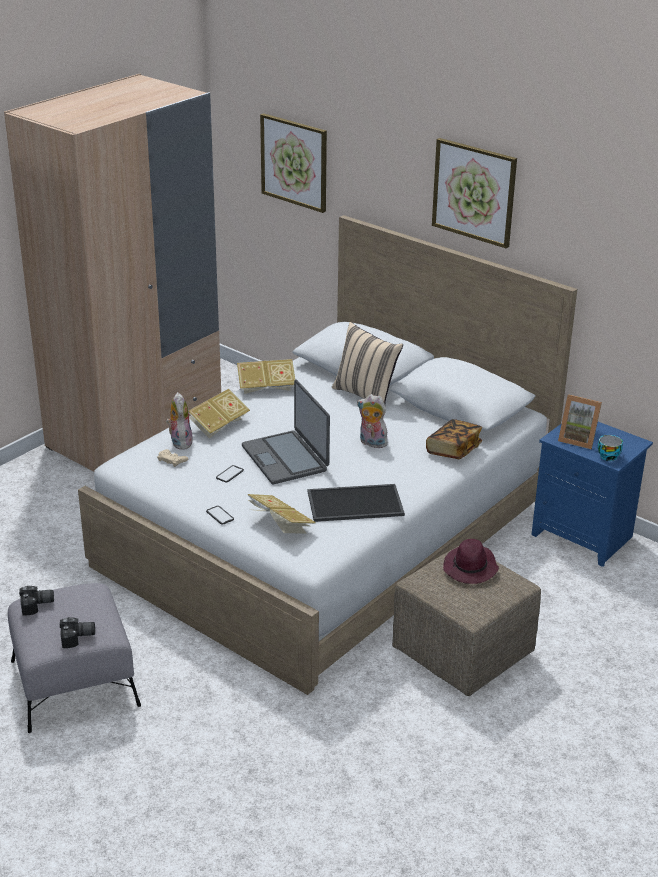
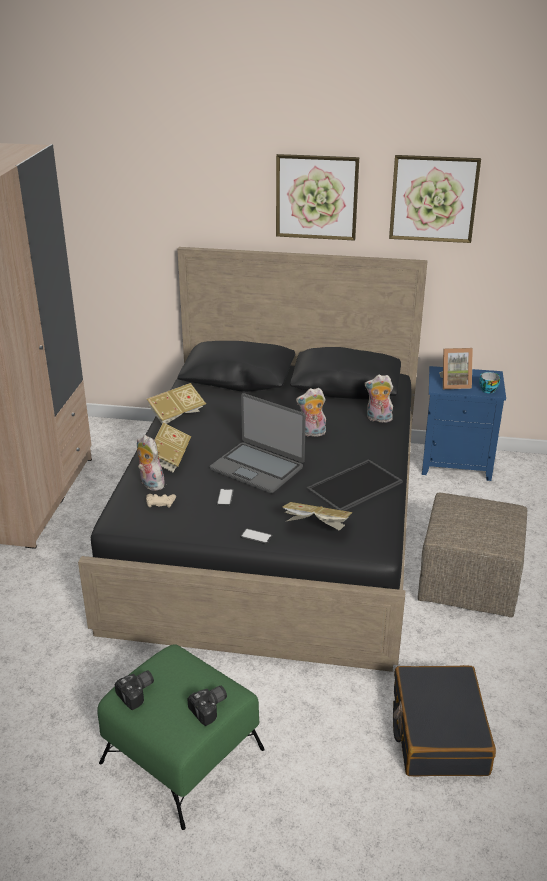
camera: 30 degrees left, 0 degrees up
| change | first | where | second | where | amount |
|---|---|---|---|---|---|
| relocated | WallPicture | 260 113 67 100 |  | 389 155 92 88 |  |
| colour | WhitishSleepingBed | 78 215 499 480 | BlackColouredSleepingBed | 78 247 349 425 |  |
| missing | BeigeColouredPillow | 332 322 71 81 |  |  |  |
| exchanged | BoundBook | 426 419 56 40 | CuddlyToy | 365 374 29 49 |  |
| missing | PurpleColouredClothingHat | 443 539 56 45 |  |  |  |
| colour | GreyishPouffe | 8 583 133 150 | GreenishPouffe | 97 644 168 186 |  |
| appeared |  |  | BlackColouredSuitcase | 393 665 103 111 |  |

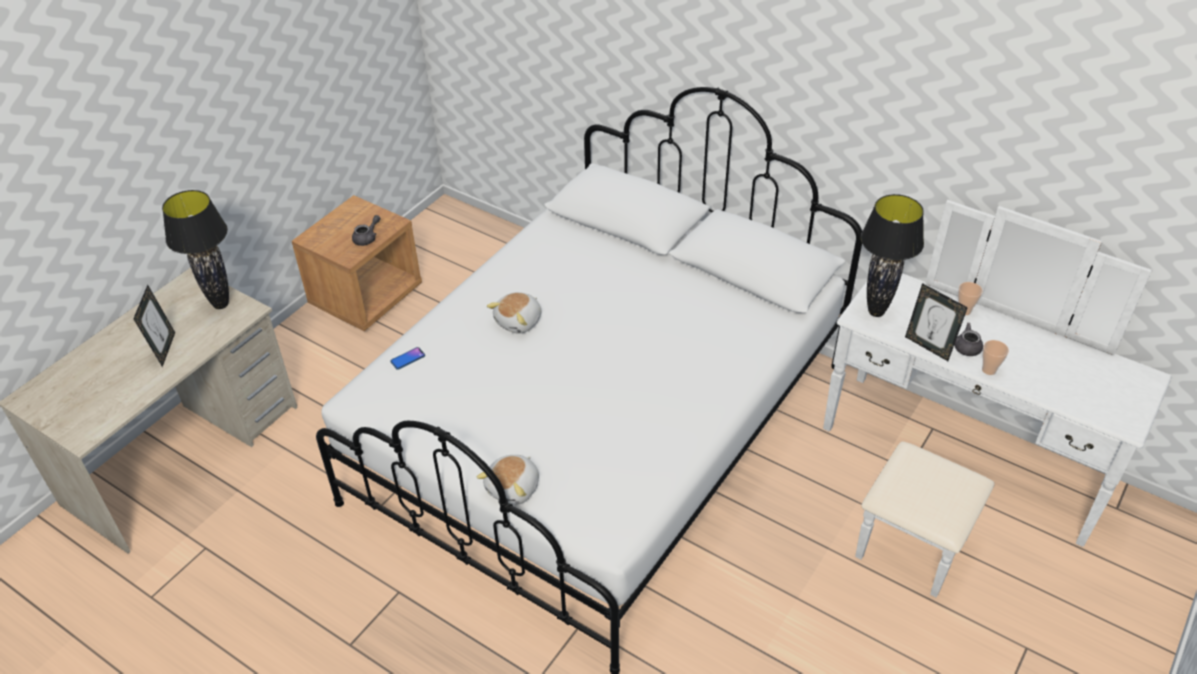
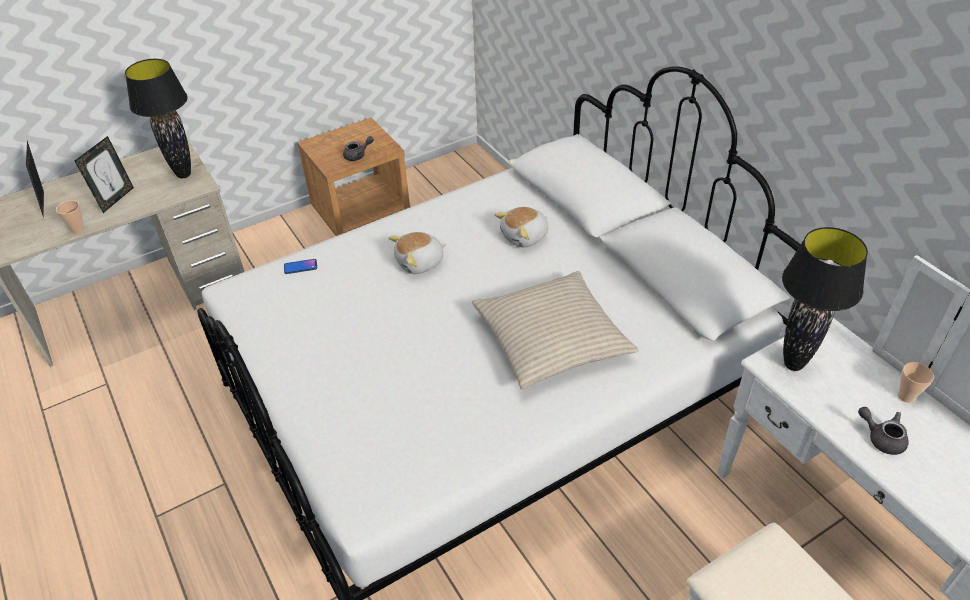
camera: 25 degrees right, 0 degrees up
| change | first | where | second | where | amount |
|---|---|---|---|---|---|
| relocated | PictureFrame | 905 283 63 78 |  | 26 141 18 74 |  |
| relocated | SmallCup | 982 340 27 35 |  | 56 201 29 32 |  |
| relocated | CuddlyToy | 477 455 62 50 |  | 495 207 53 41 |  |
| appeared |  |  | BeigeColouredPillow | 472 271 167 118 |  |

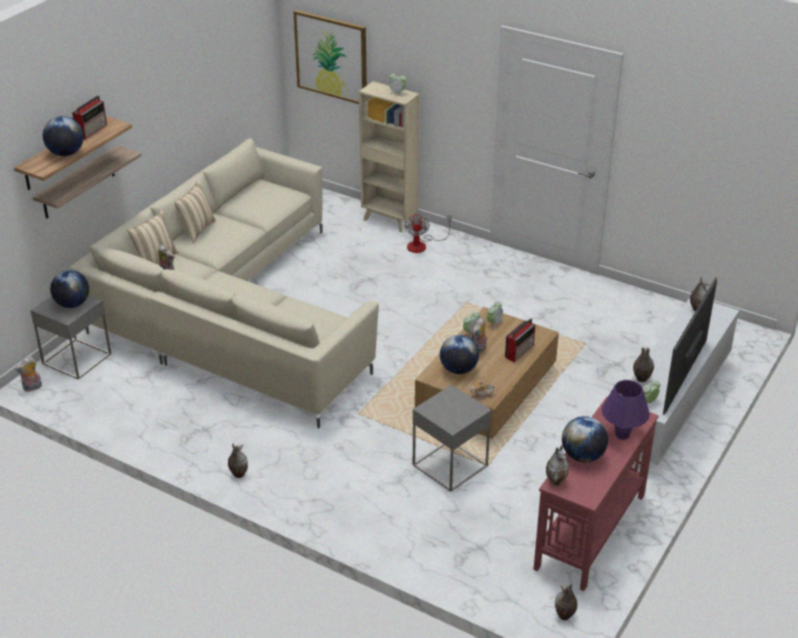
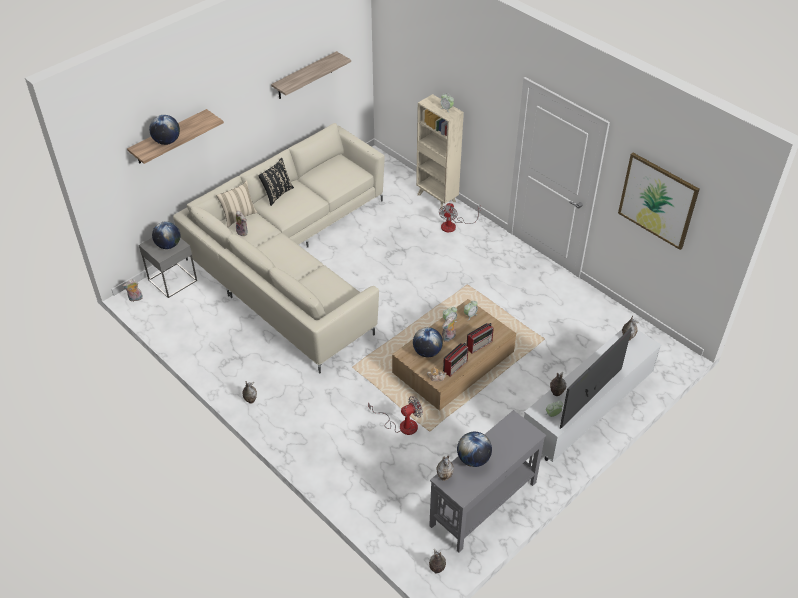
camera: 15 degrees right, 10 degrees up
| change | first | where | second | where | amount |
|---|---|---|---|---|---|
| relocated | WallPicture | 293 10 74 94 |  | 618 153 81 97 |  |
| relocated | RadioReceiver | 72 95 35 45 |  | 443 343 25 33 |  |
| relocated | BracketShelf | 33 145 108 74 |  | 271 51 80 48 |  |
| colour | BeigeColouredPillow | 174 180 42 64 | BlackColouredPillow | 258 158 36 48 |  |
| missing | PurpleColouredTableLamp | 601 380 49 60 |  |  |  |
| exchanged | GreyishAccentTable | 413 385 79 107 | ElectricFan | 368 396 55 39 |  |
| colour | ReddishConsoleTable | 533 397 126 194 | GreyishConsoleTable | 429 410 117 142 |  |

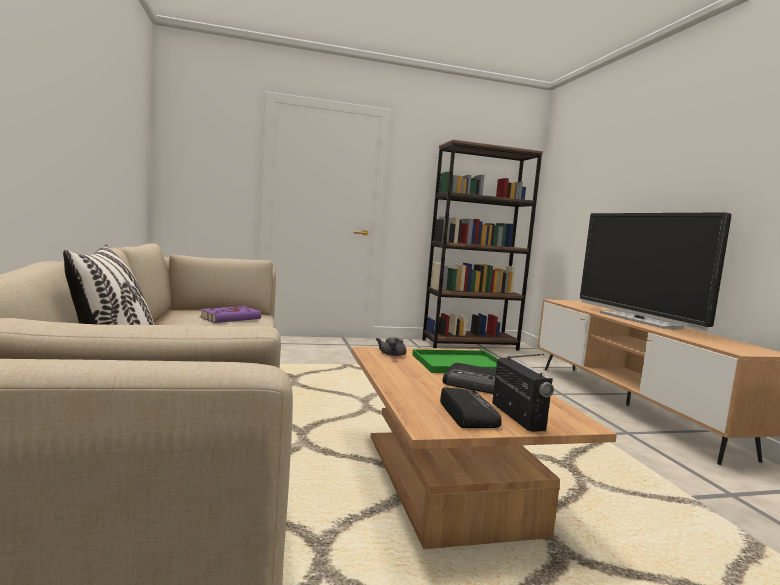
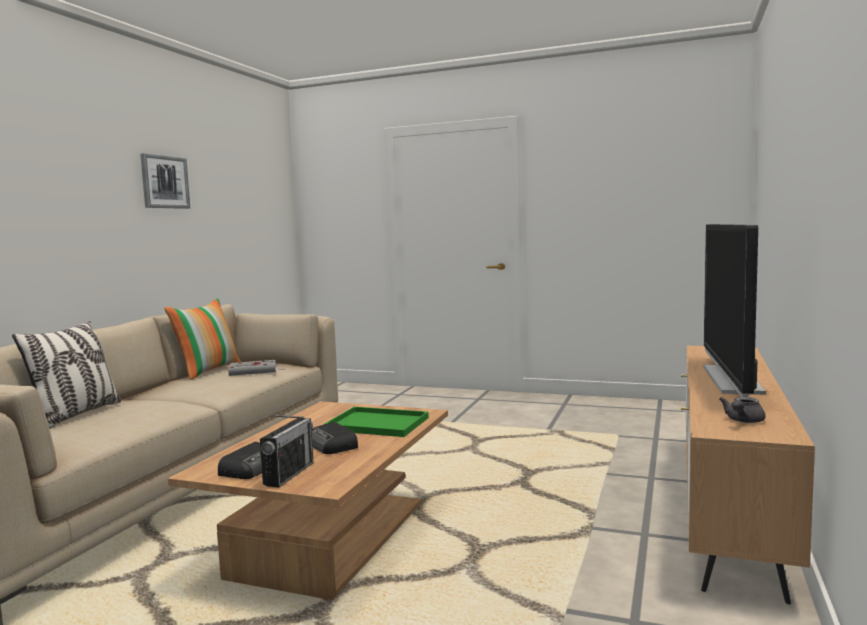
camera: 35 degrees right, 0 degrees up
| change | first | where | second | where | amount |
|---|---|---|---|---|---|
| missing | BrownishShelvingUnit | 422 140 121 211 |  |  |  |
| colour | PurpleColouredBoundBook | 200 306 61 17 | GreyishBoundBook | 228 360 57 16 |  |
| relocated | GreyishPotForTea | 376 337 31 19 |  | 719 397 47 26 |  |
| appeared |  |  | WallPicture | 140 153 50 56 |  |
| appeared |  |  | Pillow | 164 298 77 82 |  |

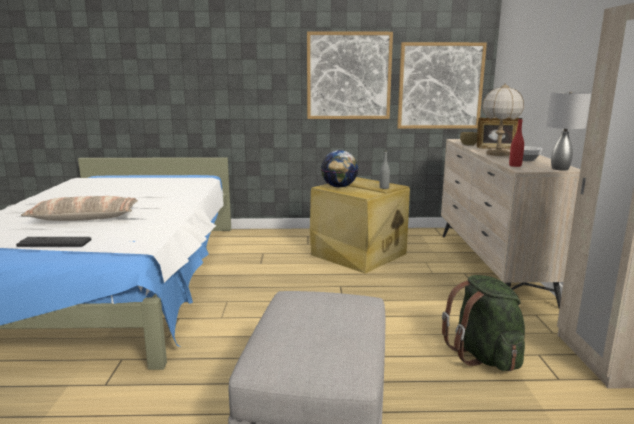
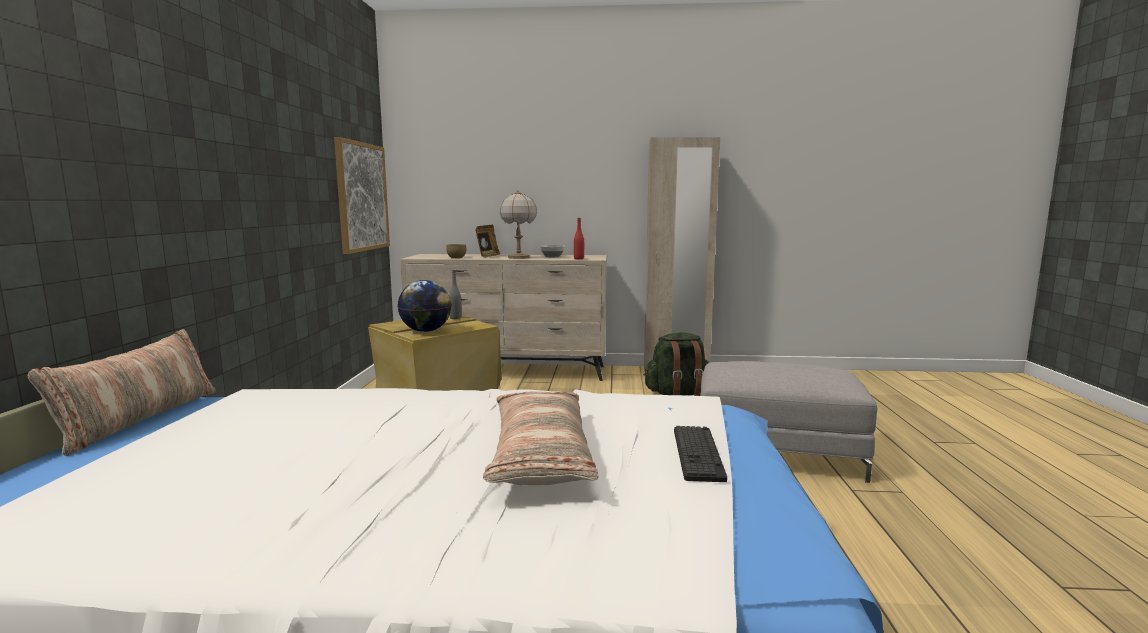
camera: 85 degrees left, 5 degrees down
| change | first | where | second | where | amount |
|---|---|---|---|---|---|
| missing | WallPicture | 307 32 86 87 |  |  |  |
| missing | GreyishTableLamp | 547 91 44 79 |  |  |  |
| appeared |  |  | Pillow | 28 329 188 127 |  |

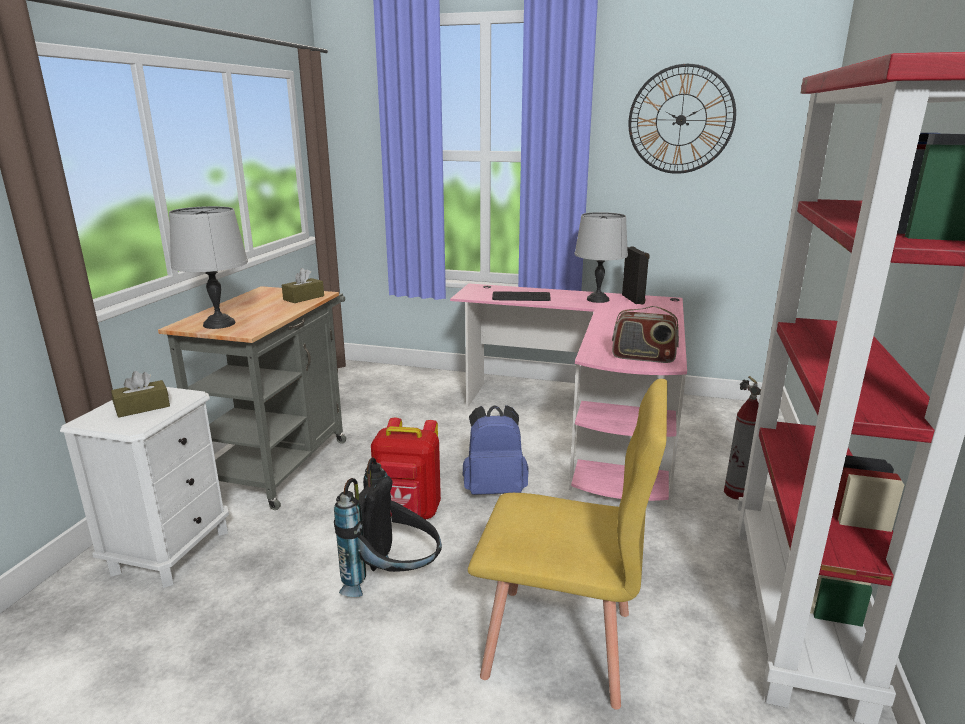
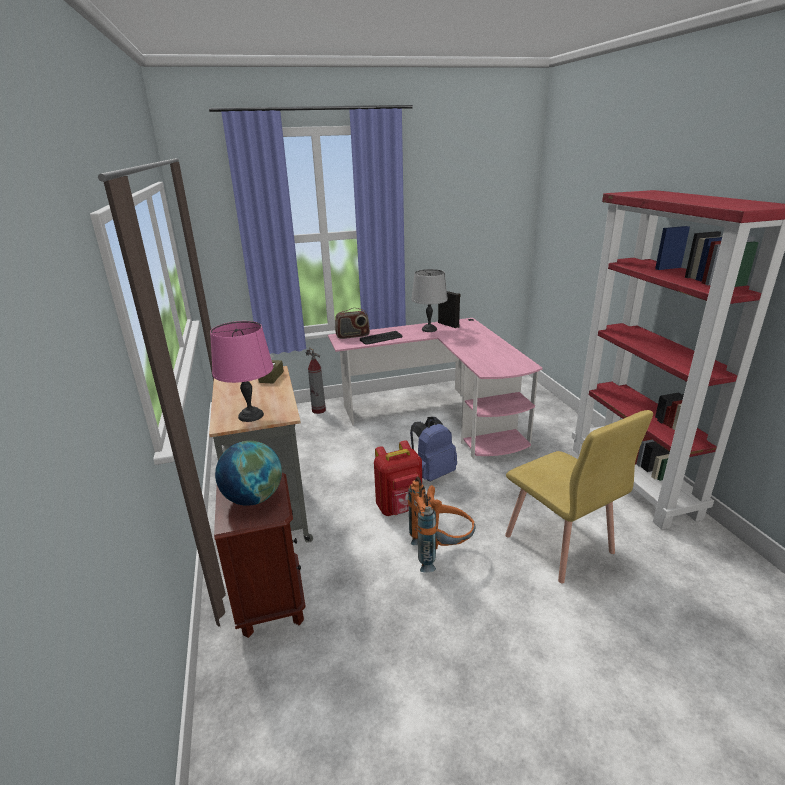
camera: 30 degrees left, 5 degrees up
| change | first | where | second | where | amount |
|---|---|---|---|---|---|
| missing | ClockOnTheWall | 628 64 108 110 |  |  |  |
| colour | GreyishTableLamp | 169 206 79 123 | PinkColouredTableLamp | 210 321 63 101 |  |
| relocated | RadioReceiver | 612 306 67 57 |  | 335 308 35 31 |  |
| exchanged | BrownishTissueHolder | 111 371 59 47 | Globe | 215 441 67 65 |  |
| relocated | Extinguisher | 724 376 37 124 |  | 306 347 20 67 |  |
| spun | YellowUprightChair | 468 379 199 331 |  | 505 410 148 173 | 75 degrees clockwise |
| colour | WhitishNightstand | 60 387 169 201 | BrownishNightstand | 214 473 92 165 |  |
| colour | BlackColouredRucksack | 334 457 108 140 | OrangeyRucksack | 408 477 68 95 |  |

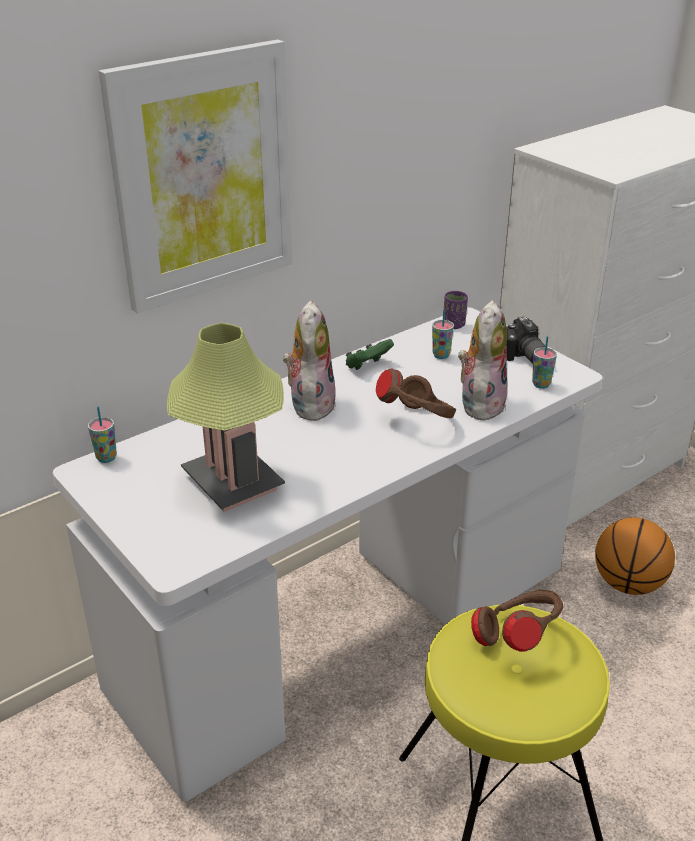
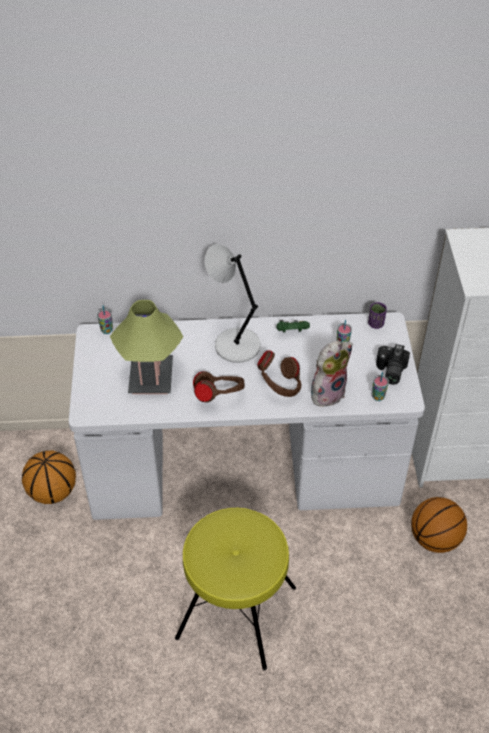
camera: 35 degrees right, 15 degrees up
| change | first | where | second | where | amount |
|---|---|---|---|---|---|
| missing | WallPicture | 99 39 193 274 |  |  |  |
| exchanged | CuddlyToy | 283 300 53 122 | GreyishTableLamp | 205 244 56 119 |  |
| relocated | BrownishHeadphones | 471 590 92 62 |  | 193 371 52 32 |  |
| appeared |  |  | BallForBasketball | 22 451 54 53 |  |

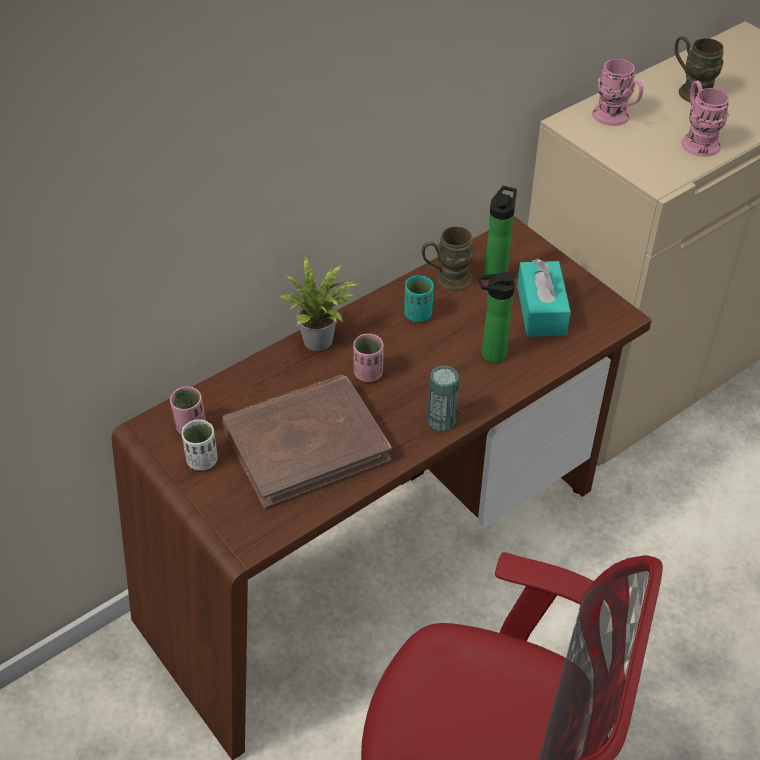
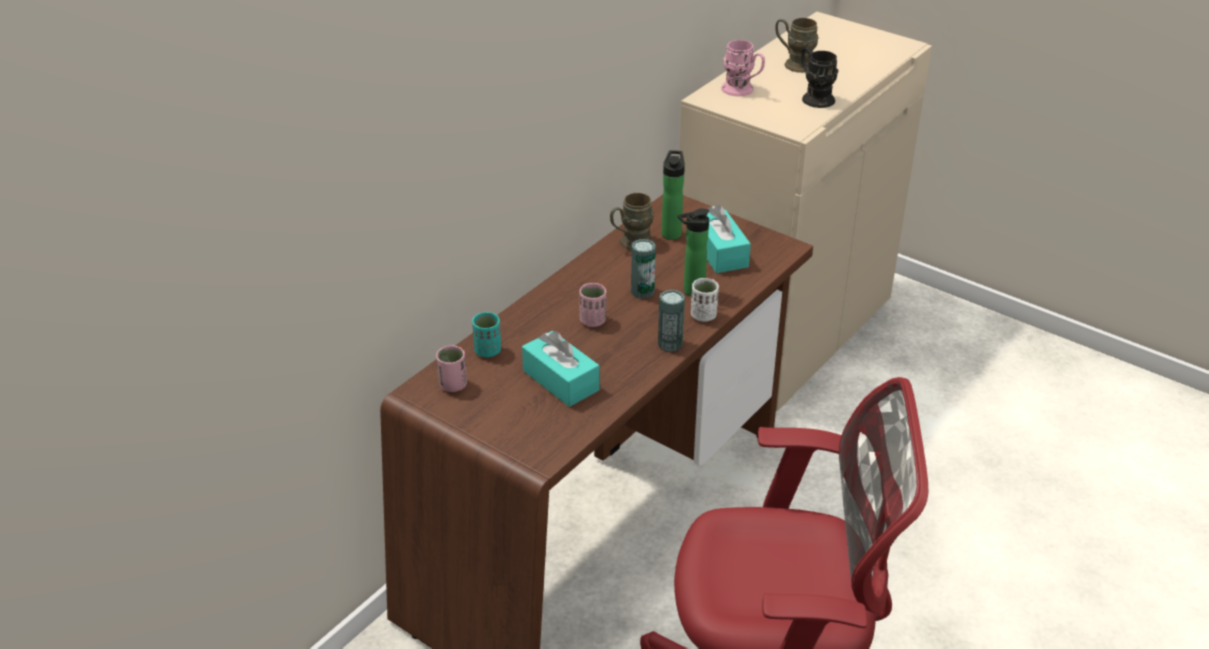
camera: 15 degrees left, 10 degrees down
| change | first | where | second | where | amount |
|---|---|---|---|---|---|
| colour | PinkColouredTeaMug | 681 80 48 77 | BlackColouredTeaMug | 801 47 37 61 |  |
| missing | Houseplant | 280 256 78 95 |  |  |  |
| relocated | TurquoiseColouredSmallCup | 404 276 29 46 |  | 472 312 29 46 |  |
| exchanged | BrownishBoundBook | 222 375 169 135 | TurquoiseColouredTissueHolder | 522 331 78 76 |  |
| relocated | WhitishSmallCup | 182 419 36 52 |  | 691 278 28 44 |  |
| appeared |  |  | SealedCan | 631 239 25 60 |  |

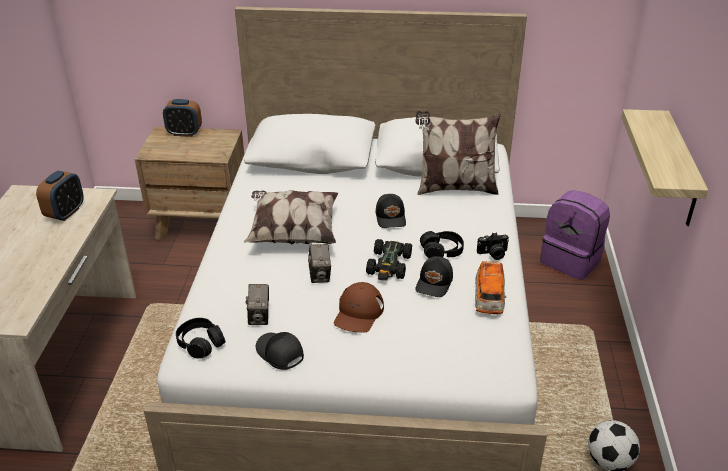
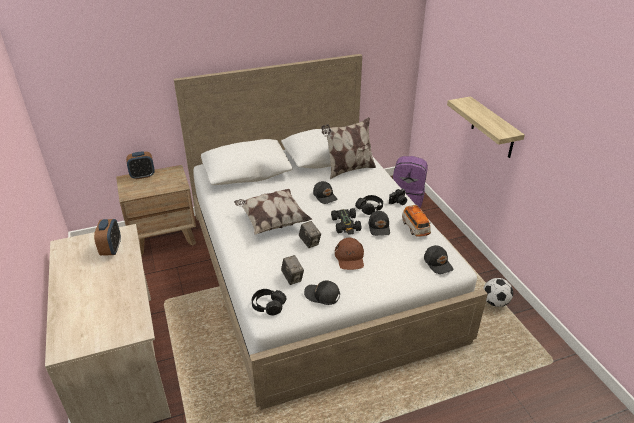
camera: 25 degrees left, 0 degrees up
| change | first | where | second | where | amount |
|---|---|---|---|---|---|
| appeared |  |  | BlackColouredBaseballCap | 424 245 30 29 |  |

